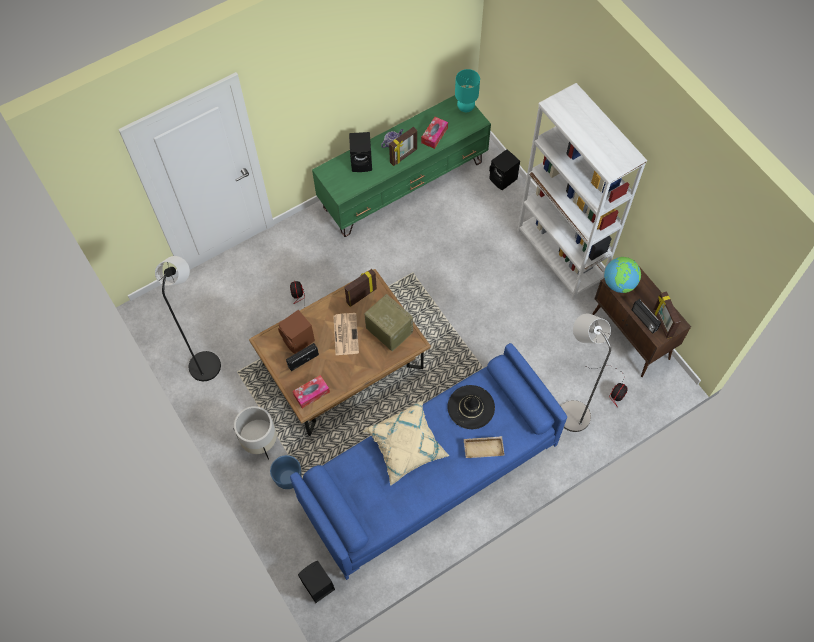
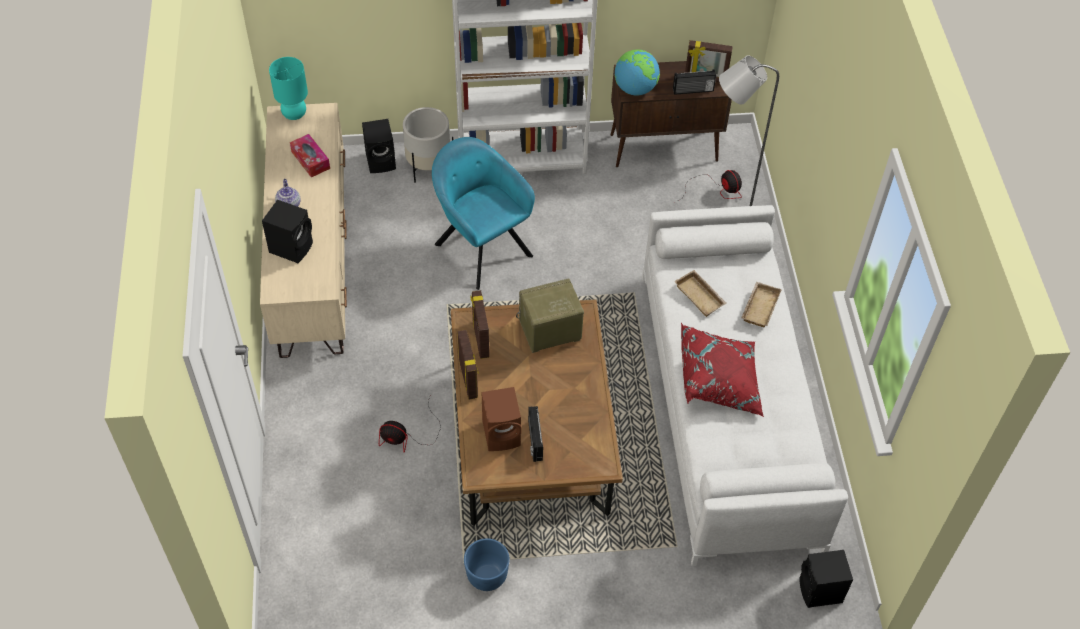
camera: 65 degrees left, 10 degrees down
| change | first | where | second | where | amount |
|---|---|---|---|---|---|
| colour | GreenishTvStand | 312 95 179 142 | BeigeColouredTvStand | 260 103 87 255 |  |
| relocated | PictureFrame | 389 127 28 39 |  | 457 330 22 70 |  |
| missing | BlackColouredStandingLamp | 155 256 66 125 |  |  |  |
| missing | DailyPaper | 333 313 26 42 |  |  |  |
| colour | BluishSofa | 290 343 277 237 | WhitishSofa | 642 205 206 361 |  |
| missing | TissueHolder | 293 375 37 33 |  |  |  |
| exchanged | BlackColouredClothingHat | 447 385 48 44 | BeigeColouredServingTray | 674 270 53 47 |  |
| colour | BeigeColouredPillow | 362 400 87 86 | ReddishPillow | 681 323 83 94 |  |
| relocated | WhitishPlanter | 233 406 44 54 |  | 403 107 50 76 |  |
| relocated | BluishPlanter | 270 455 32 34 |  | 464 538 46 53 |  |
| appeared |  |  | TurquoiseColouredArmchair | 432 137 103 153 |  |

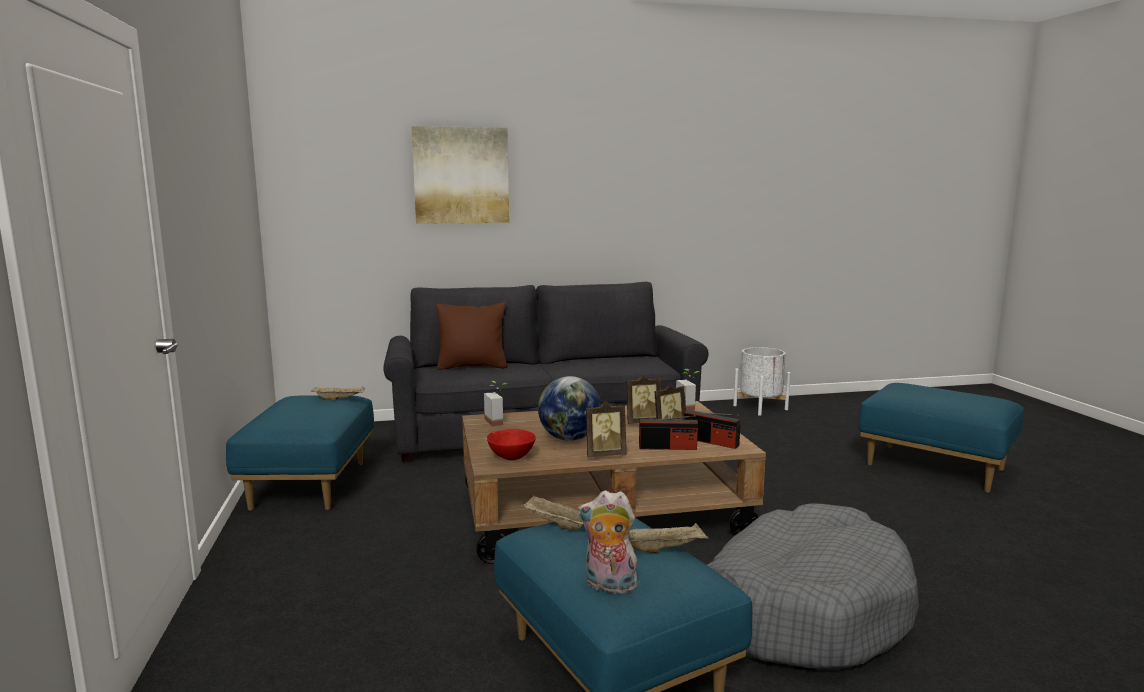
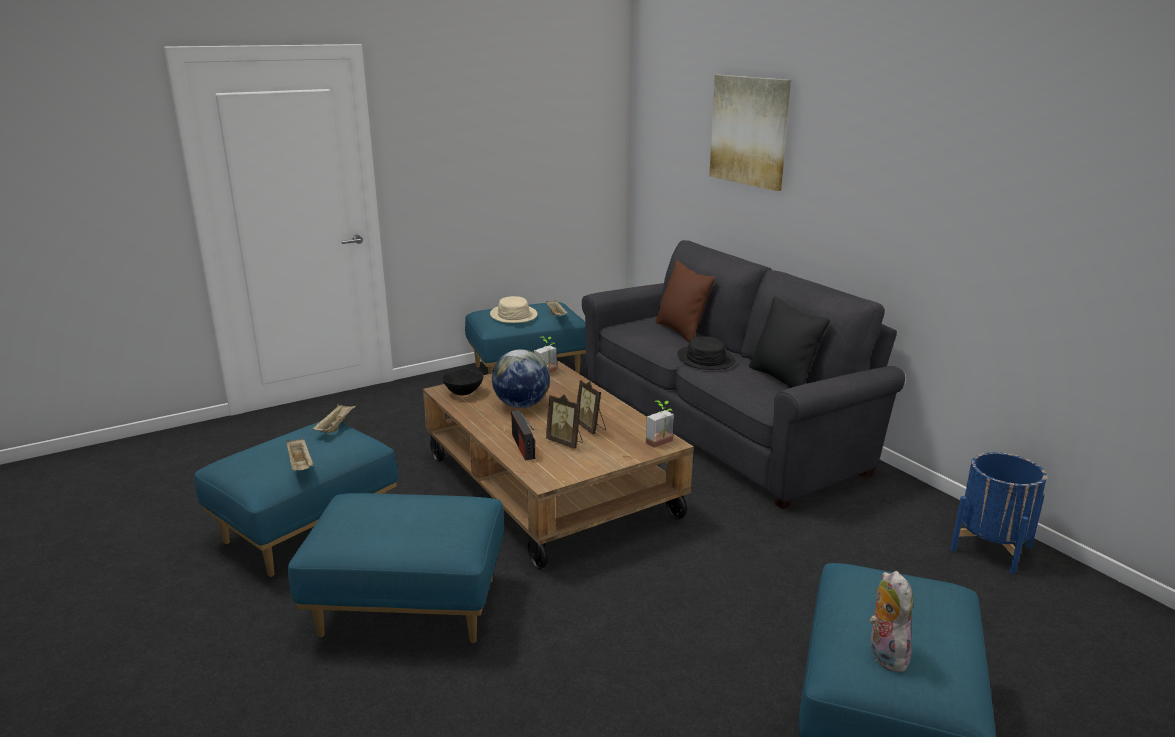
camera: 70 degrees right, 10 degrees up
| change | first | where | second | where | amount |
|---|---|---|---|---|---|
| colour | WhitishPlanter | 733 347 58 69 | BluishPlanter | 951 452 96 122 |  |
| missing | PictureFrame | 586 401 41 56 |  |  |  |
| missing | RadioReceiver | 684 410 56 39 |  |  |  |
| colour | ReddishDeepDish | 487 429 49 31 | BlackColouredDeepDish | 442 369 41 27 |  |
| relocated | CuddlyToy | 578 490 60 104 |  | 869 571 44 102 |  |
| exchanged | GreyishDogCushion | 707 503 212 167 | BluishPouffe | 288 493 216 150 |  |
| appeared |  |  | BeigeColouredClothingHat | 490 296 47 27 |  |
| appeared |  |  | BlackColouredPillow | 749 297 81 91 |  |
| appeared |  |  | BlackColouredClothingHat | 677 336 59 34 |  |

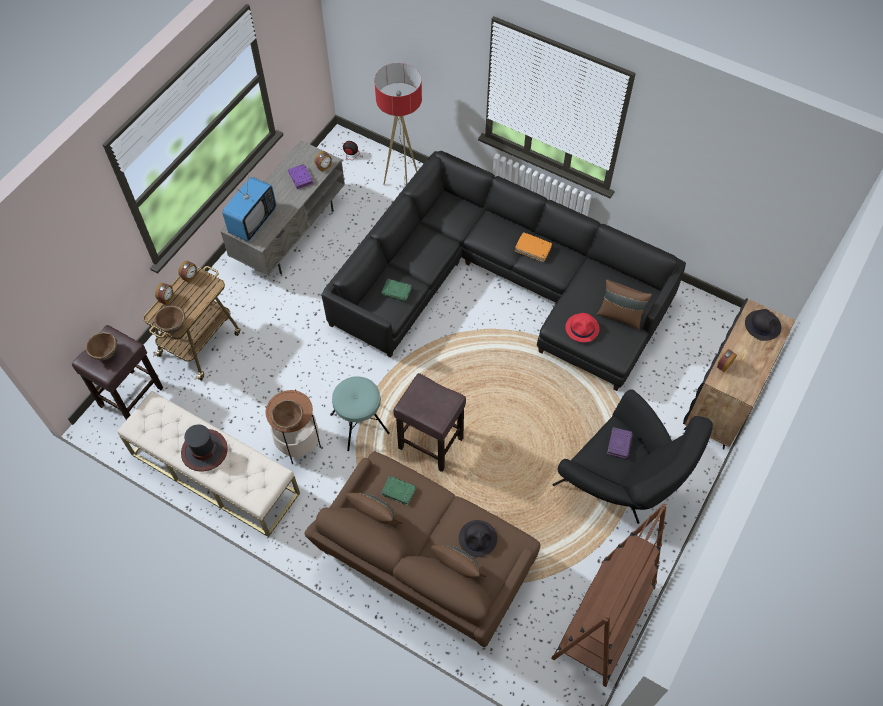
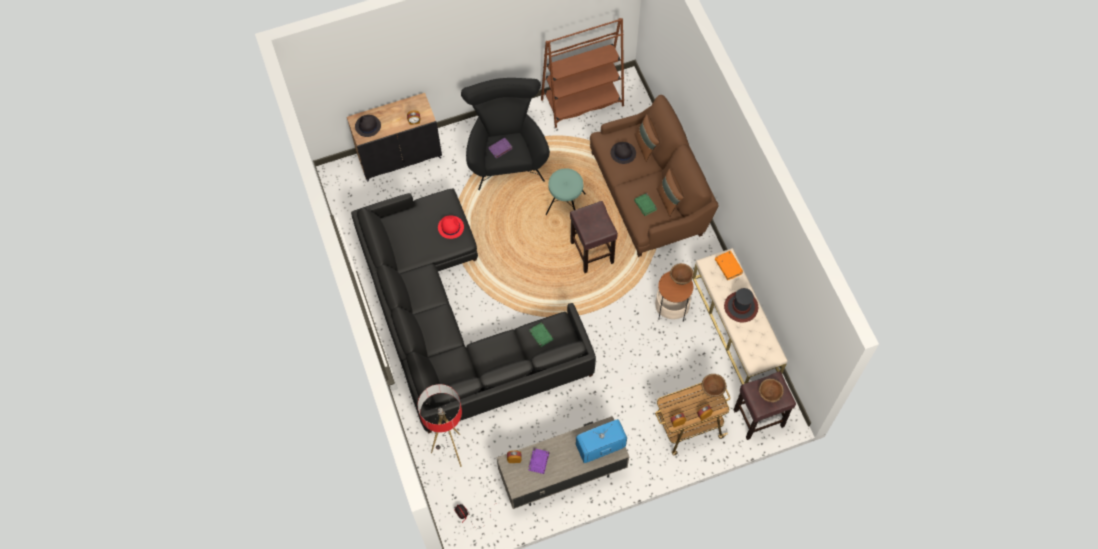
camera: 140 degrees left, 5 degrees up
| change | first | where | second | where | amount |
|---|---|---|---|---|---|
| relocated | OrangeyBoundBook | 515 232 37 30 |  | 715 251 28 29 |  |
| missing | BrownishPillow | 596 279 56 51 |  |  |  |
| relocated | TurquoiseColouredSittingStool | 331 376 59 75 |  | 546 168 40 47 |  |

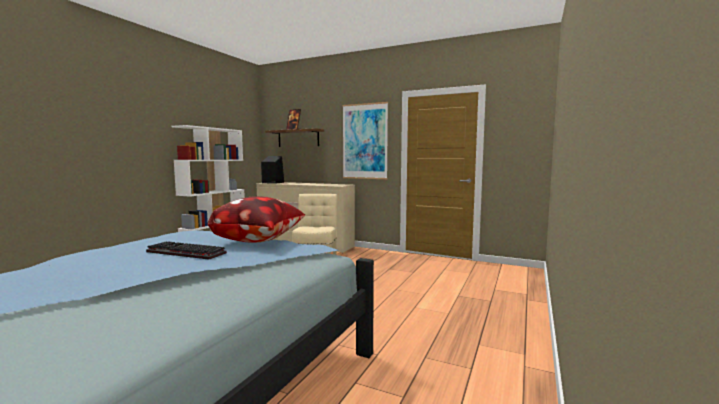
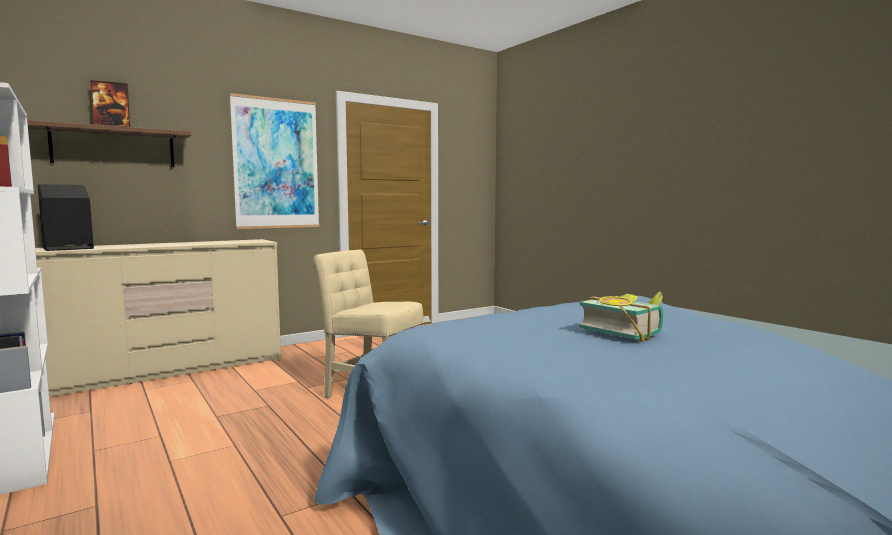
camera: 60 degrees left, 0 degrees up
| change | first | where | second | where | amount |
|---|---|---|---|---|---|
| missing | Pillow | 208 196 97 47 |  |  |  |
| exchanged | Keyboard | 146 241 81 19 | BoundBook | 579 291 84 51 |  |

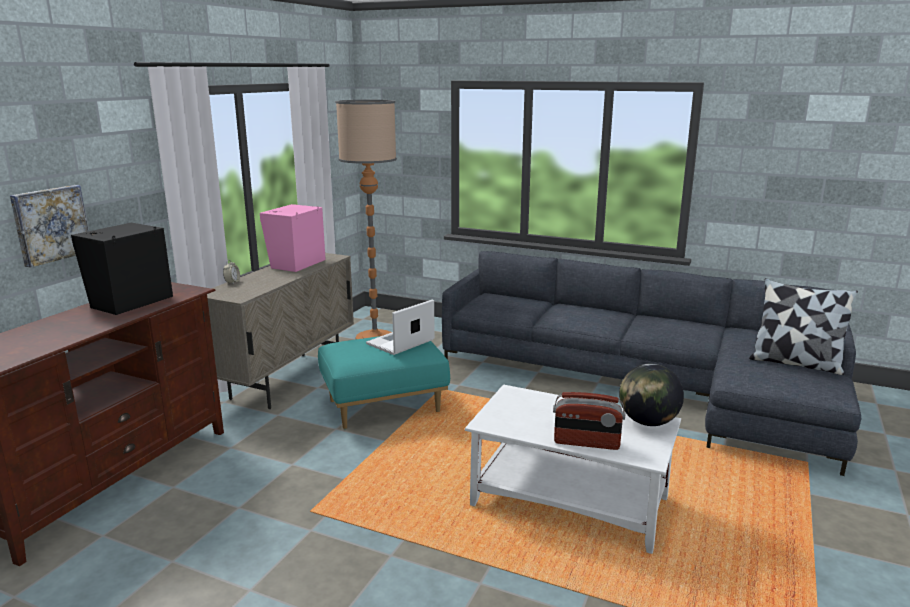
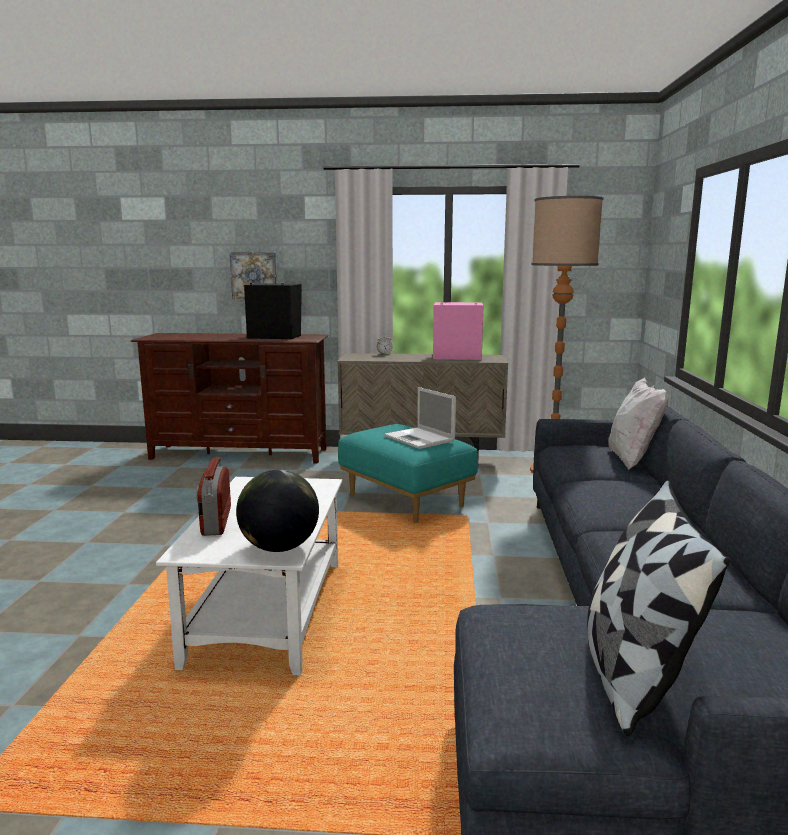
camera: 70 degrees right, 5 degrees down
| change | first | where | second | where | amount |
|---|---|---|---|---|---|
| spun | NotebookComputer | 366 299 69 56 |  | 384 387 72 62 | 150 degrees counterclockwise |
| appeared |  |  | WhitishPillow | 608 377 60 93 |  |

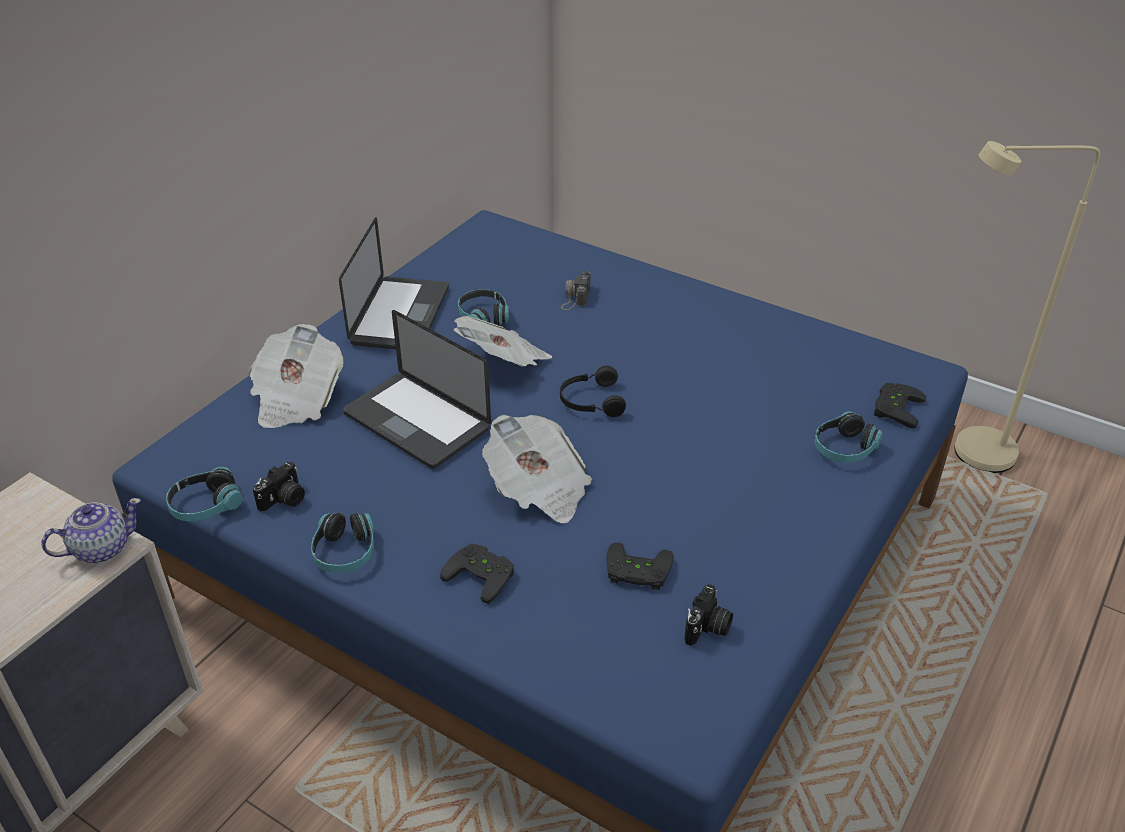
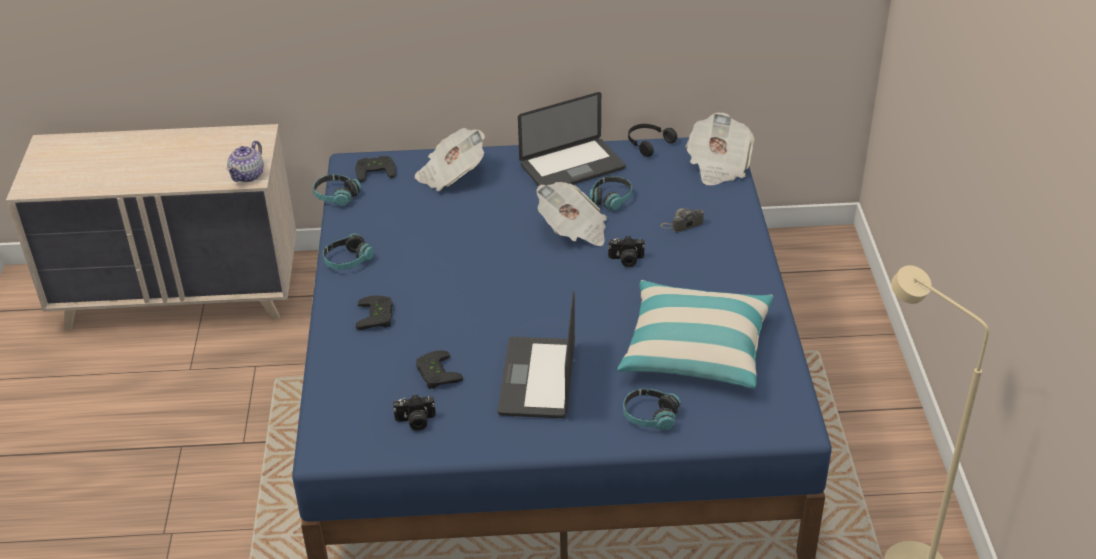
camera: 55 degrees right, 0 degrees up
| change | first | where | second | where | amount |
|---|---|---|---|---|---|
| relocated | NotebookComputer | 343 310 148 159 |  | 498 291 77 127 |  |
| relocated | BlackColouredHeadphones | 560 366 66 51 |  | 628 124 49 33 |  |
| relocated | BlackColouredGameController | 874 383 52 45 |  | 355 156 41 26 |  |
| relocated | DailyPaper | 482 415 110 108 |  | 686 112 69 73 |  |
| relocated | StillCamera | 253 462 52 50 |  | 608 236 37 32 |  |
| spun | PotForTea | 41 498 100 65 |  | 227 141 37 41 | 90 degrees clockwise |
| appeared |  |  | Pillow | 617 280 156 109 |  |

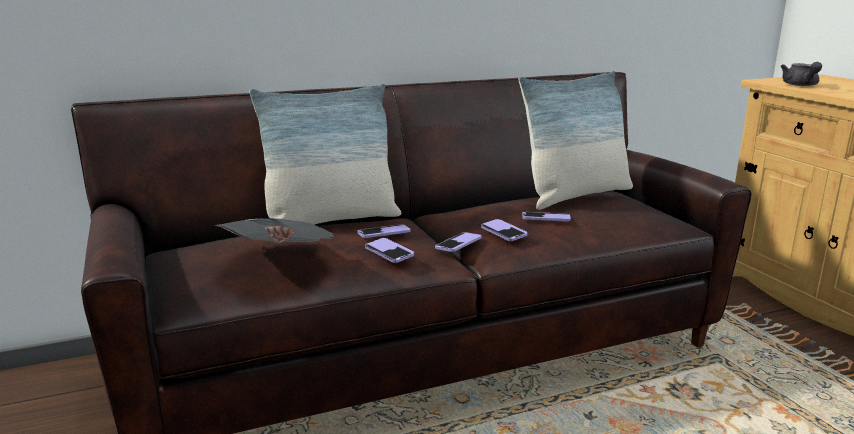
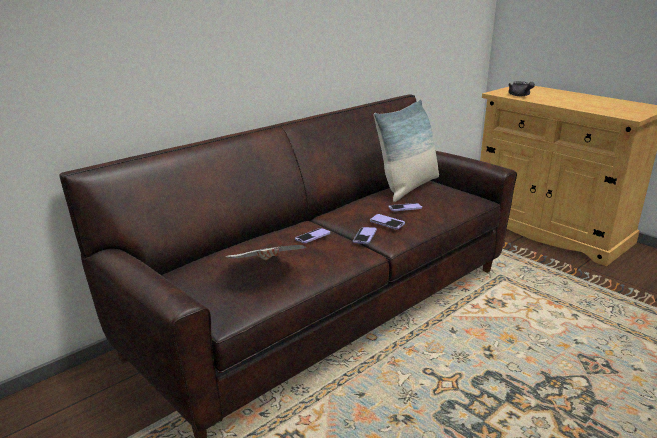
camera: 20 degrees left, 5 degrees up
| change | first | where | second | where | amount |
|---|---|---|---|---|---|
| missing | Pillow | 249 84 152 140 |  |  |  |
| missing | Telephone | 365 238 49 25 |  |  |  |

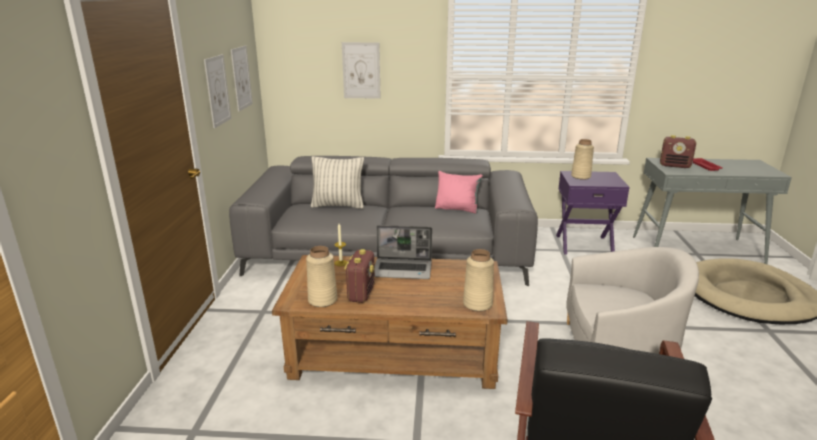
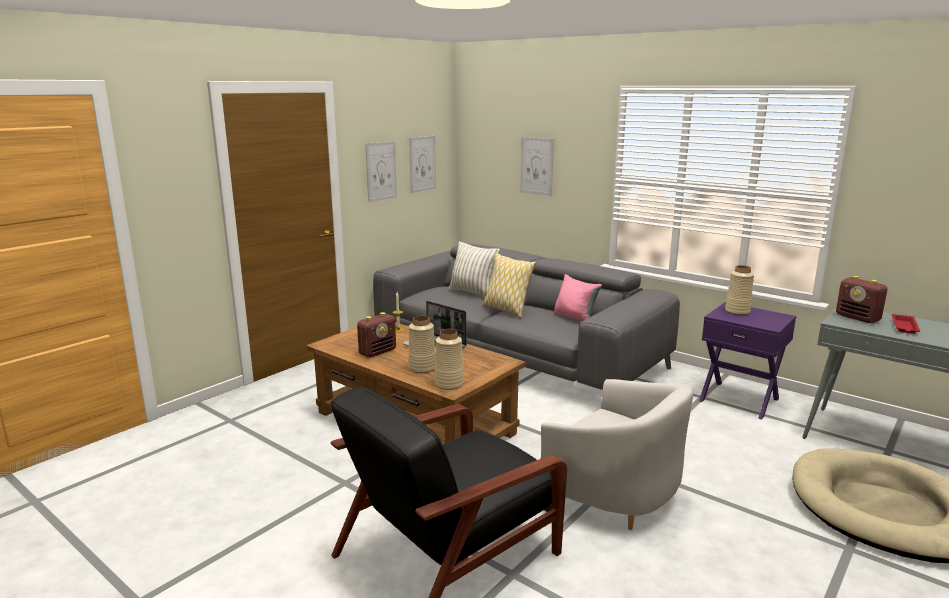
camera: 35 degrees right, 5 degrees down
| change | first | where | second | where | amount |
|---|---|---|---|---|---|
| relocated | BeigeColouredVase | 306 246 31 61 |  | 409 316 26 57 |  |
| appeared |  |  | Pillow | 483 253 53 65 |  |

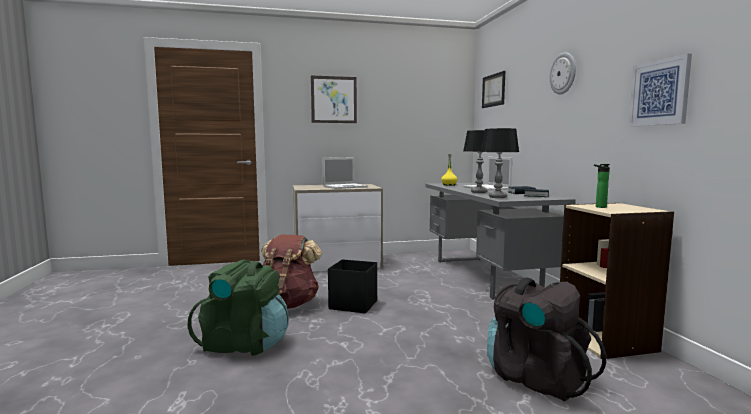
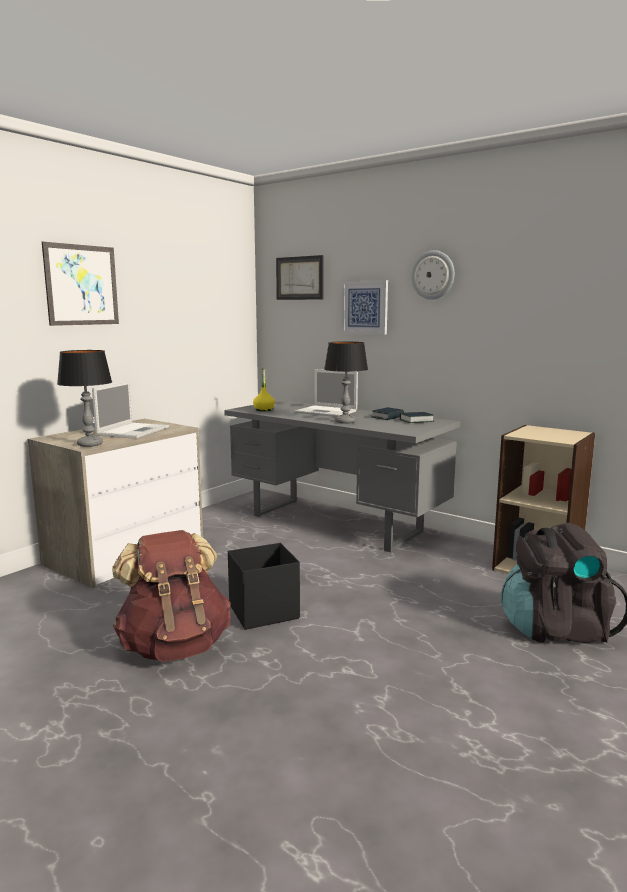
camera: 40 degrees left, 5 degrees up
| change | first | where | second | where | amount |
|---|---|---|---|---|---|
| relocated | WallPicture | 629 54 63 73 |  | 342 280 46 54 |  |
| relocated | TableLamp | 481 128 38 70 |  | 57 350 55 97 |  |
| missing | DrinkBottle | 594 164 16 44 |  |  |  |
| missing | GreenishRucksack | 188 260 101 96 |  |  |  |

